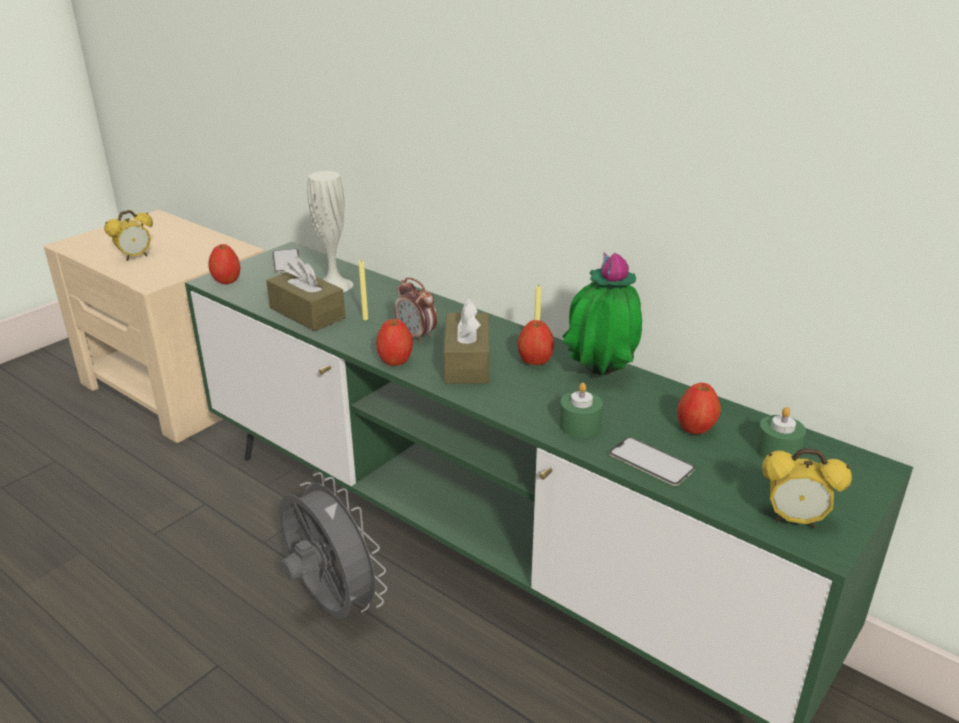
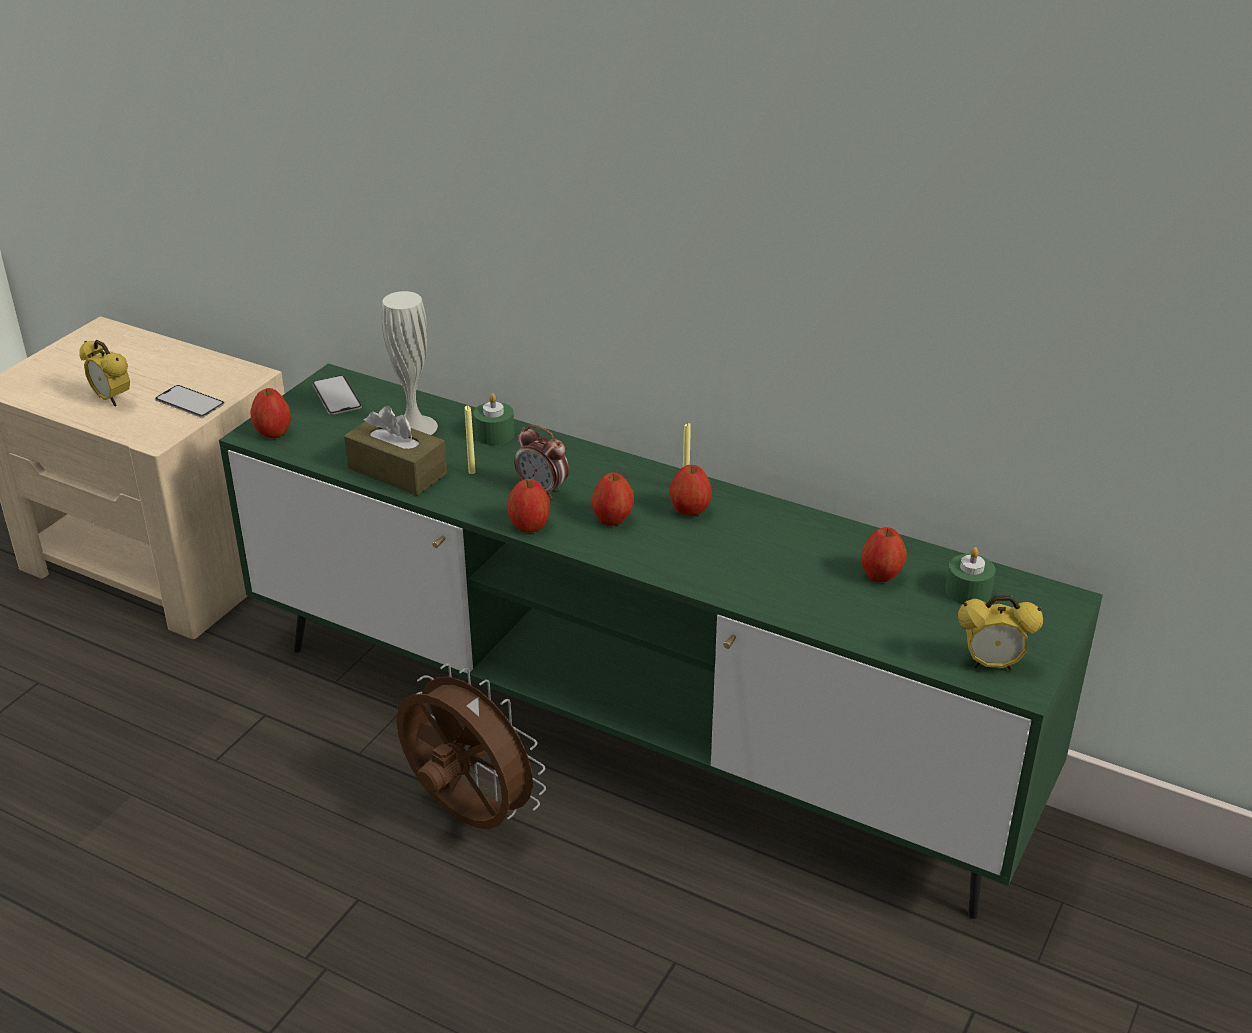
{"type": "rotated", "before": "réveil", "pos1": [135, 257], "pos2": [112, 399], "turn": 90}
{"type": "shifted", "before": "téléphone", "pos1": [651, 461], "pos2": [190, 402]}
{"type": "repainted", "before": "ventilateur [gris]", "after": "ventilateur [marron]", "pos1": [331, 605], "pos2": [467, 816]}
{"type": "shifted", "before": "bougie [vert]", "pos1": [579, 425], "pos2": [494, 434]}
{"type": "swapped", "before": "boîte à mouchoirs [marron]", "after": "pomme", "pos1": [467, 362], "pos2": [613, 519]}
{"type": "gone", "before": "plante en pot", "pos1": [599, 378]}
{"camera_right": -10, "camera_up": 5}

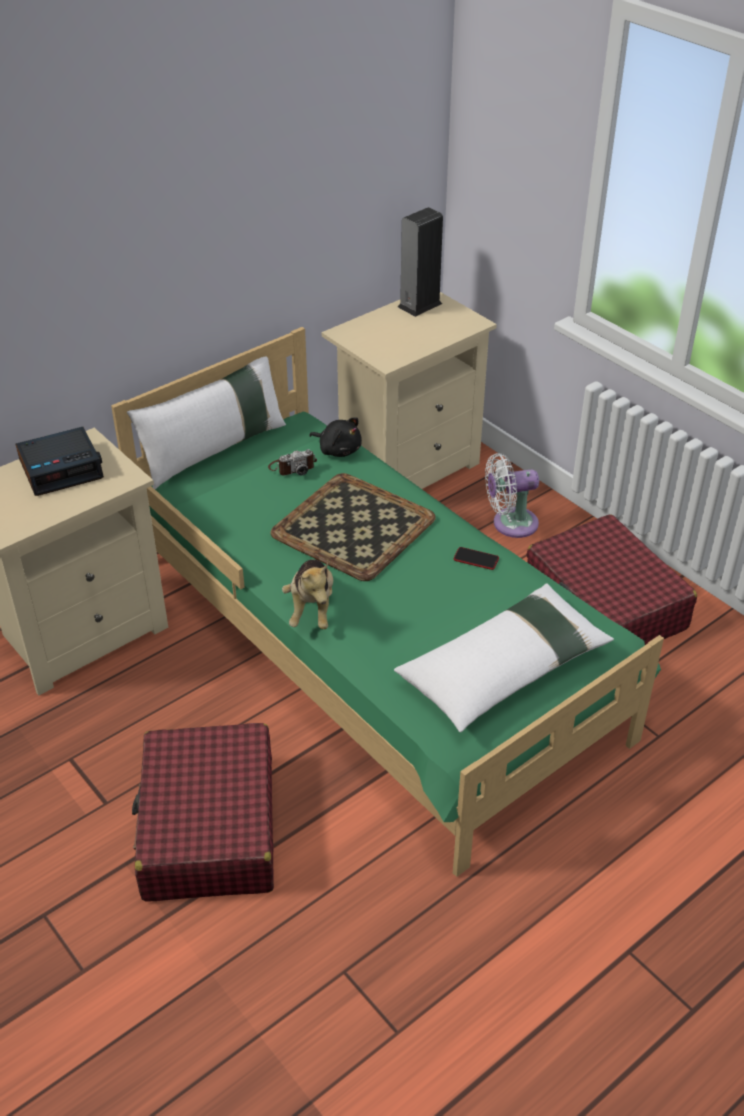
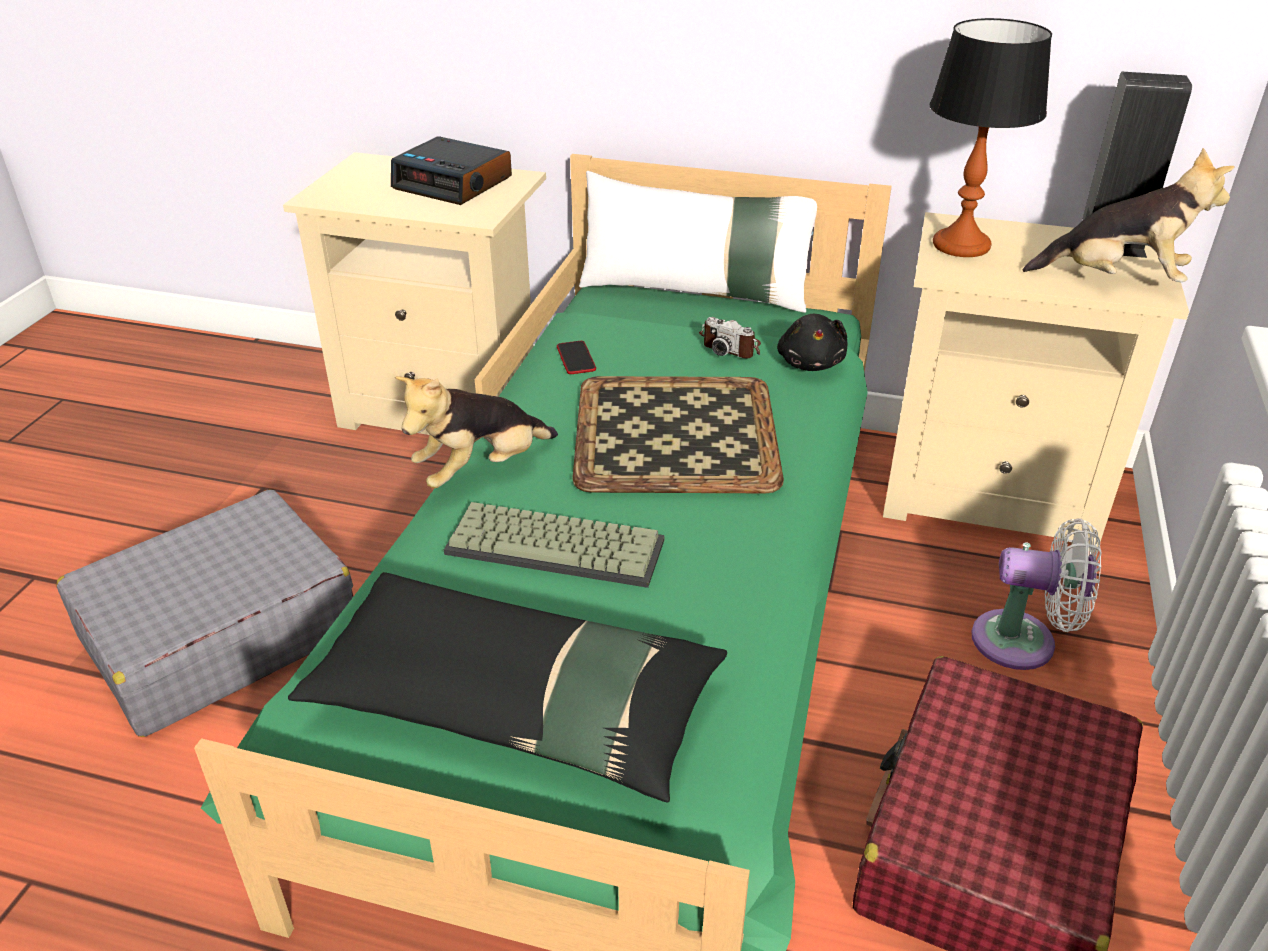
{"type": "repainted", "before": "valise [rouge]", "after": "valise [gris]", "pos1": [209, 828], "pos2": [219, 634]}
{"type": "repainted", "before": "coussin [blanc]", "after": "coussin [noir]", "pos1": [504, 669], "pos2": [514, 705]}
{"type": "new", "after": "clavier", "pos2": [558, 545]}
{"type": "shifted", "before": "téléphone", "pos1": [476, 559], "pos2": [576, 358]}
{"type": "new", "after": "lampe de table", "pos2": [962, 245]}
{"type": "rotated", "before": "ventilateur [blanc]", "pos1": [510, 524], "pos2": [1023, 642], "turn": 150}
{"type": "new", "after": "peluche", "pos2": [1116, 280]}
{"camera_right": 55, "camera_up": -5}

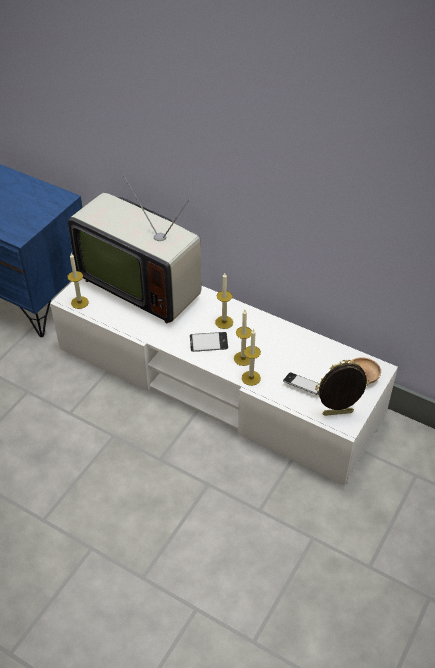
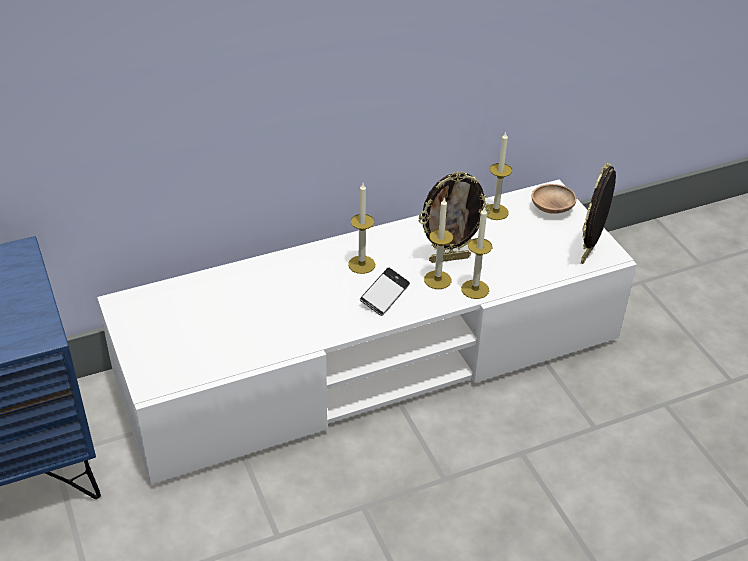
{"type": "new", "after": "cadre photo", "pos2": [449, 258]}
{"type": "shifted", "before": "bougie", "pos1": [79, 302], "pos2": [495, 212]}
{"type": "gone", "before": "téléviseur", "pos1": [141, 284]}
{"type": "gone", "before": "téléphone", "pos1": [303, 386]}
{"camera_right": -55, "camera_up": -5}

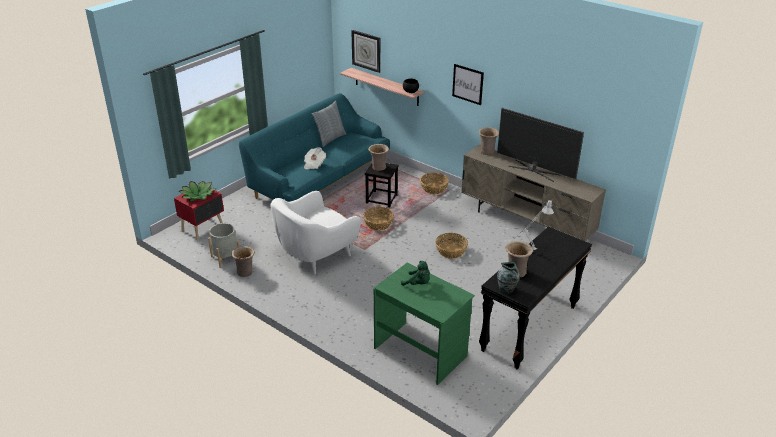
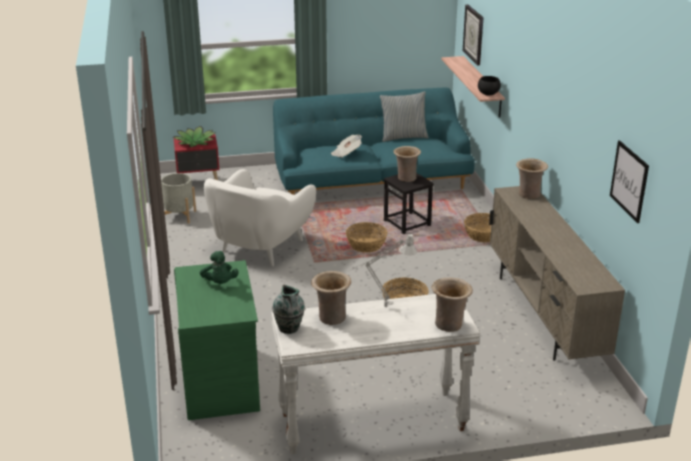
{"type": "rotated", "before": "fauteuil [blanc]", "pos1": [316, 255], "pos2": [261, 247], "turn": -60}
{"type": "repainted", "before": "table console [noir]", "after": "table console [blanc]", "pos1": [530, 329], "pos2": [371, 423]}
{"type": "shifted", "before": "vase [beige]", "pos1": [245, 272], "pos2": [449, 324]}
{"type": "shifted", "before": "tableau", "pos1": [467, 84], "pos2": [629, 181]}
{"type": "gone", "before": "téléviseur", "pos1": [534, 170]}
{"camera_right": 40, "camera_up": -5}

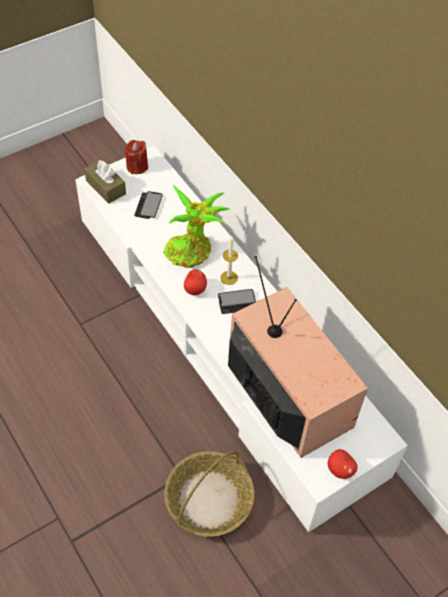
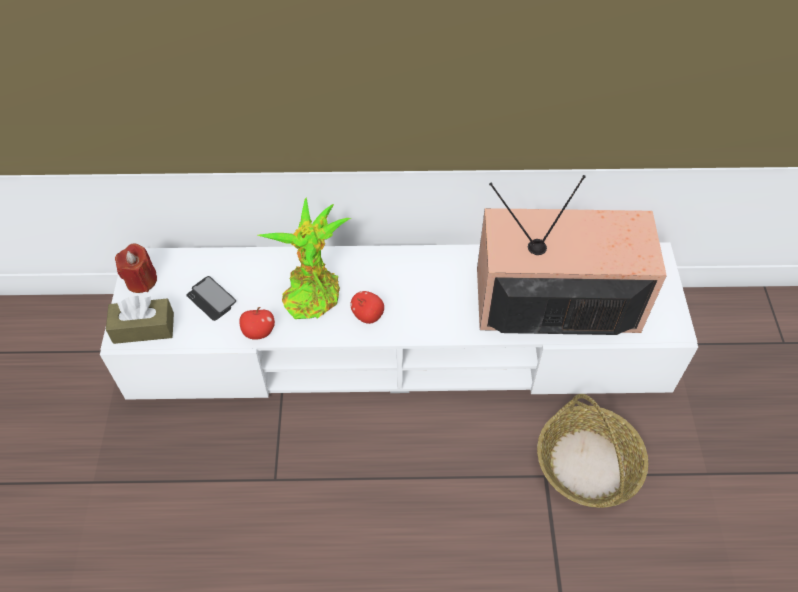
{"type": "shifted", "before": "pomme", "pos1": [340, 470], "pos2": [259, 332]}
{"type": "gone", "before": "téléphone", "pos1": [237, 302]}
{"type": "gone", "before": "bougie", "pos1": [229, 278]}
{"camera_right": -55, "camera_up": 0}

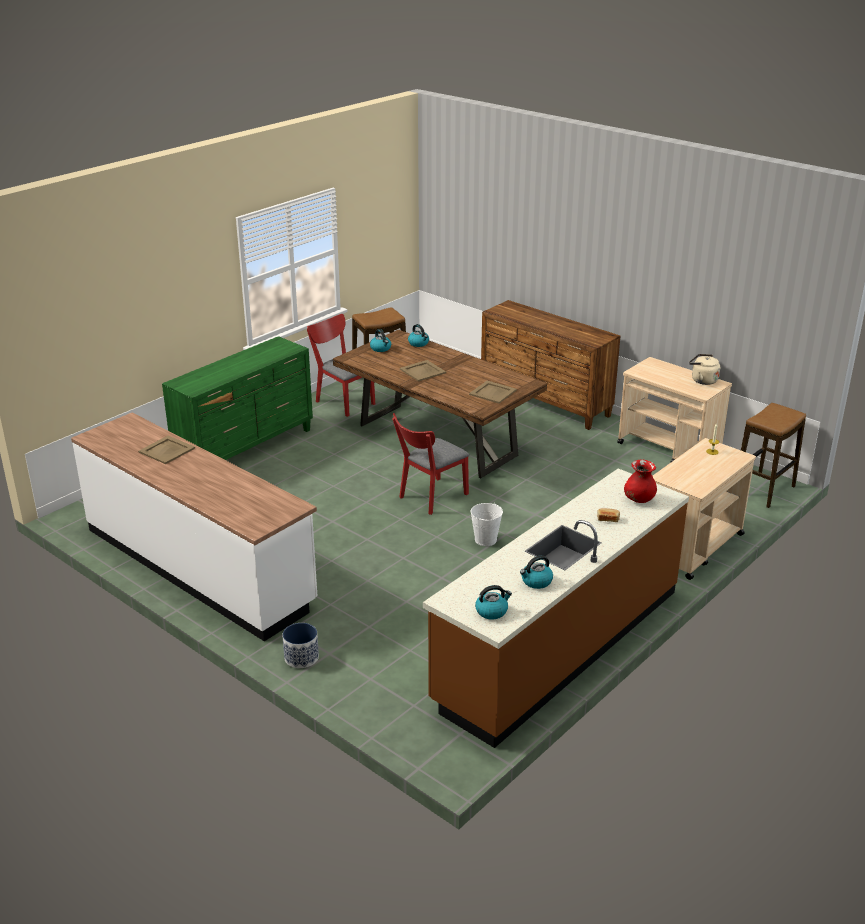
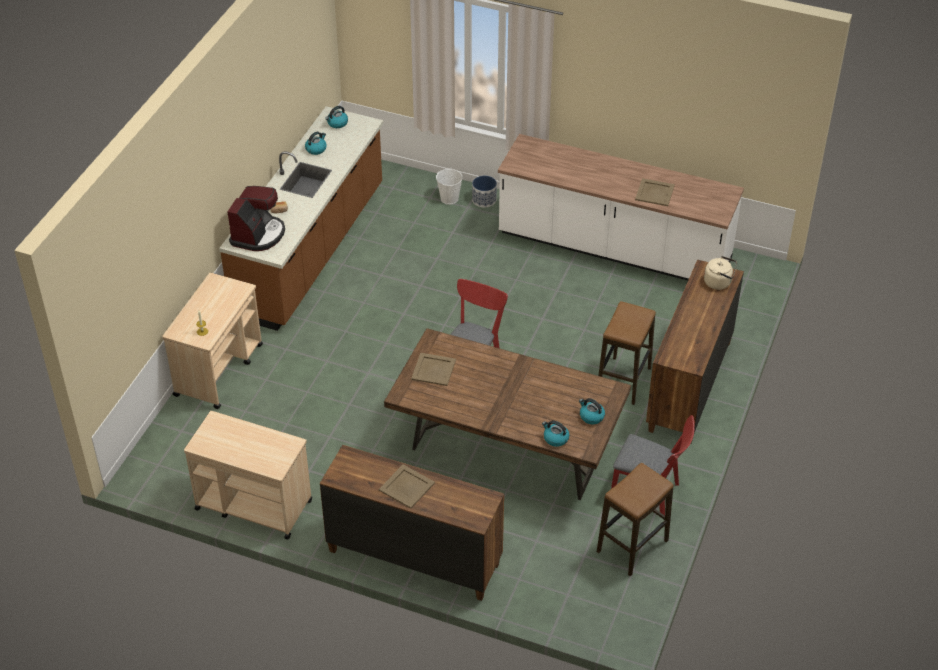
{"type": "swapped", "before": "vase [rouge]", "after": "machine à café", "pos1": [639, 499], "pos2": [258, 235]}
{"type": "shifted", "before": "plateau [beige]", "pos1": [422, 371], "pos2": [407, 487]}
{"type": "shifted", "before": "seau [blanc]", "pos1": [485, 540], "pos2": [449, 198]}
{"type": "shifted", "before": "tabouret", "pos1": [763, 490], "pos2": [623, 381]}
{"type": "repainted", "before": "commode [vert]", "after": "commode [marron]", "pos1": [246, 449], "pos2": [689, 386]}
{"type": "shifted", "before": "bouilloire [beige]", "pos1": [702, 380], "pos2": [719, 282]}
{"camera_right": 160, "camera_up": 15}

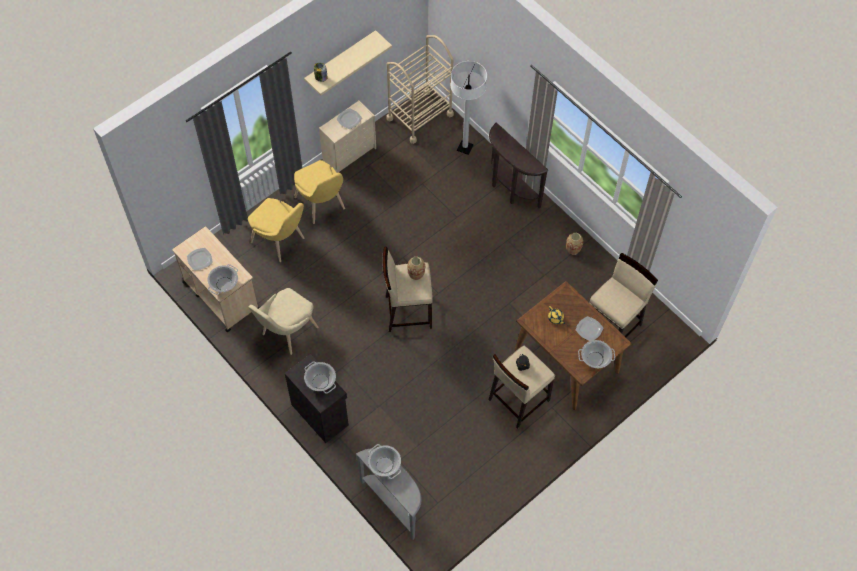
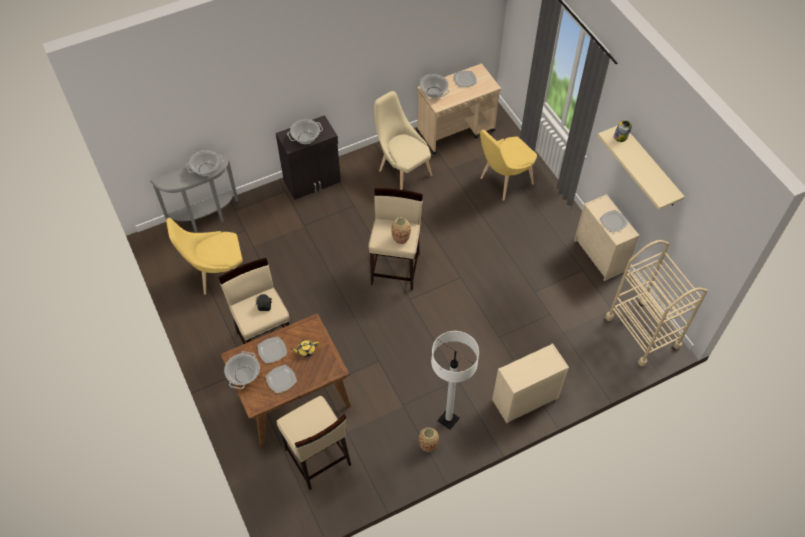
{"type": "shifted", "before": "chaise [jaune]", "pos1": [322, 205], "pos2": [217, 275]}
{"type": "new", "after": "assiette", "pos2": [272, 350]}
{"type": "shifted", "before": "lampadaire [blanc]", "pos1": [465, 148], "pos2": [448, 420]}
{"type": "swapped", "before": "table console [marron]", "after": "commode [beige]", "pos1": [510, 189], "pos2": [524, 399]}
{"camera_right": 105, "camera_up": -5}

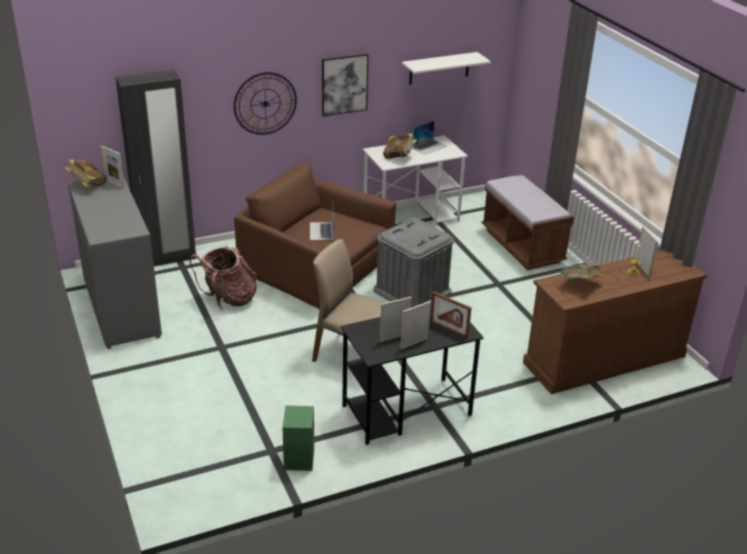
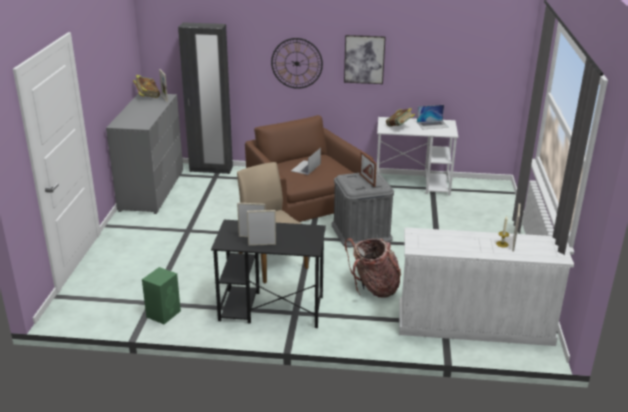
{"type": "shifted", "before": "sac à dos", "pos1": [228, 299], "pos2": [374, 288]}
{"type": "shifted", "before": "cadre photo", "pos1": [449, 329], "pos2": [367, 180]}
{"type": "repainted", "before": "commode [marron]", "after": "commode [blanc]", "pos1": [603, 360], "pos2": [473, 325]}
{"type": "gone", "before": "étagère [blanc]", "pos1": [439, 68]}
{"type": "gone", "before": "banc [marron]", "pos1": [522, 246]}
{"type": "gone", "before": "livre", "pos1": [580, 285]}
{"camera_right": 30, "camera_up": -5}

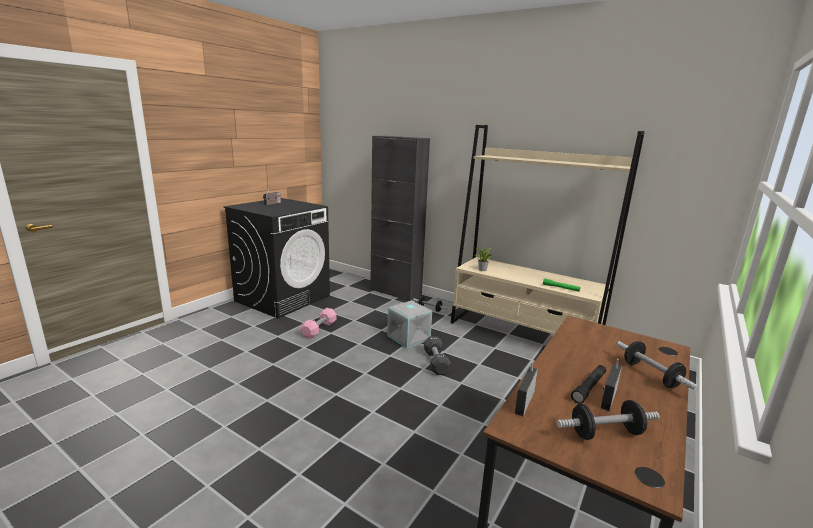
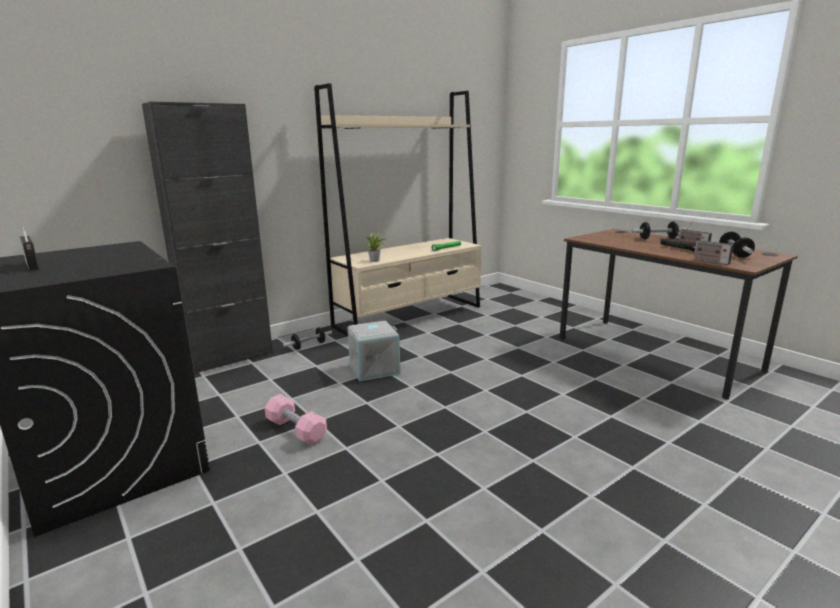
{"type": "gone", "before": "haltère [noir]", "pos1": [436, 362]}
{"camera_right": -70, "camera_up": 0}

